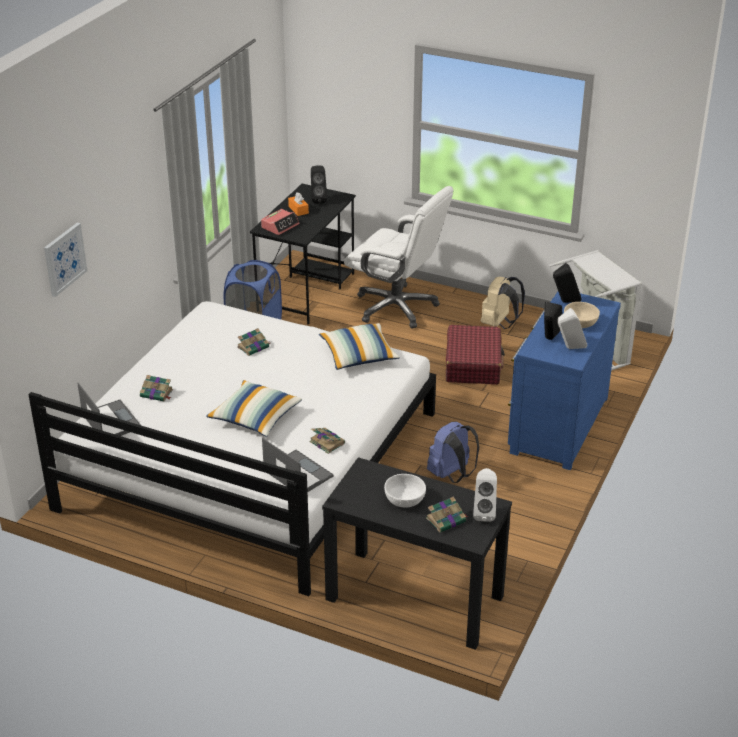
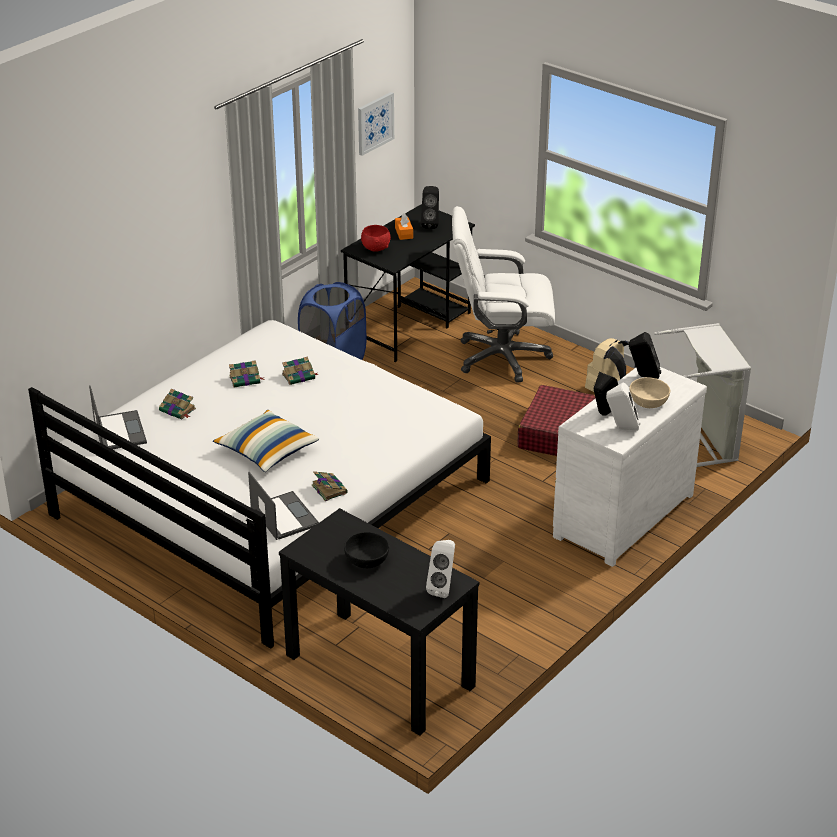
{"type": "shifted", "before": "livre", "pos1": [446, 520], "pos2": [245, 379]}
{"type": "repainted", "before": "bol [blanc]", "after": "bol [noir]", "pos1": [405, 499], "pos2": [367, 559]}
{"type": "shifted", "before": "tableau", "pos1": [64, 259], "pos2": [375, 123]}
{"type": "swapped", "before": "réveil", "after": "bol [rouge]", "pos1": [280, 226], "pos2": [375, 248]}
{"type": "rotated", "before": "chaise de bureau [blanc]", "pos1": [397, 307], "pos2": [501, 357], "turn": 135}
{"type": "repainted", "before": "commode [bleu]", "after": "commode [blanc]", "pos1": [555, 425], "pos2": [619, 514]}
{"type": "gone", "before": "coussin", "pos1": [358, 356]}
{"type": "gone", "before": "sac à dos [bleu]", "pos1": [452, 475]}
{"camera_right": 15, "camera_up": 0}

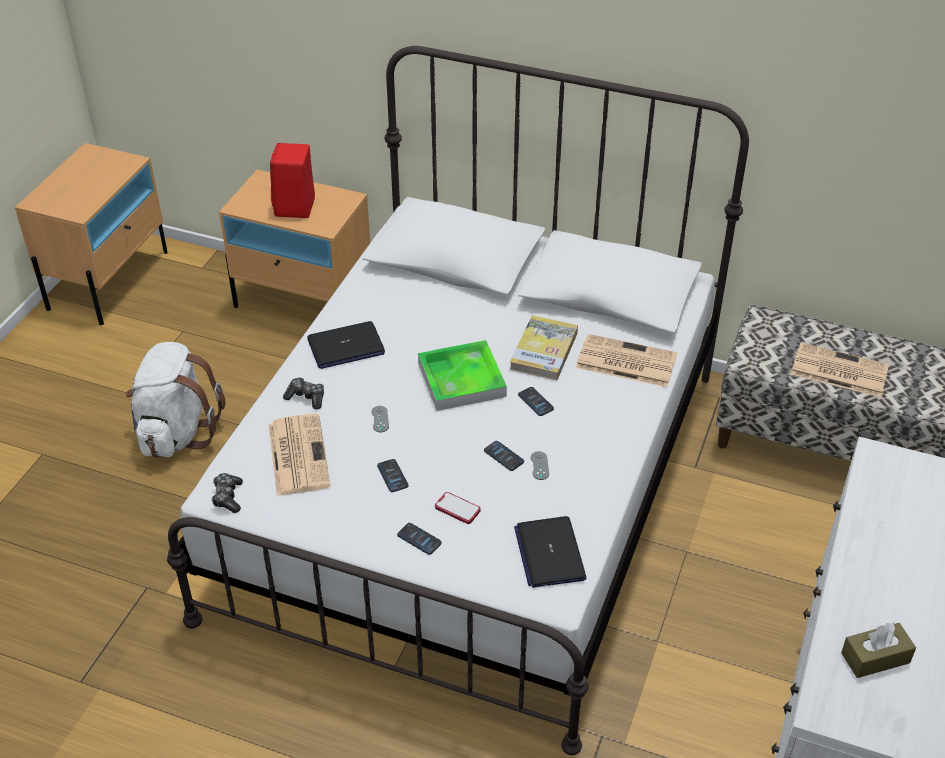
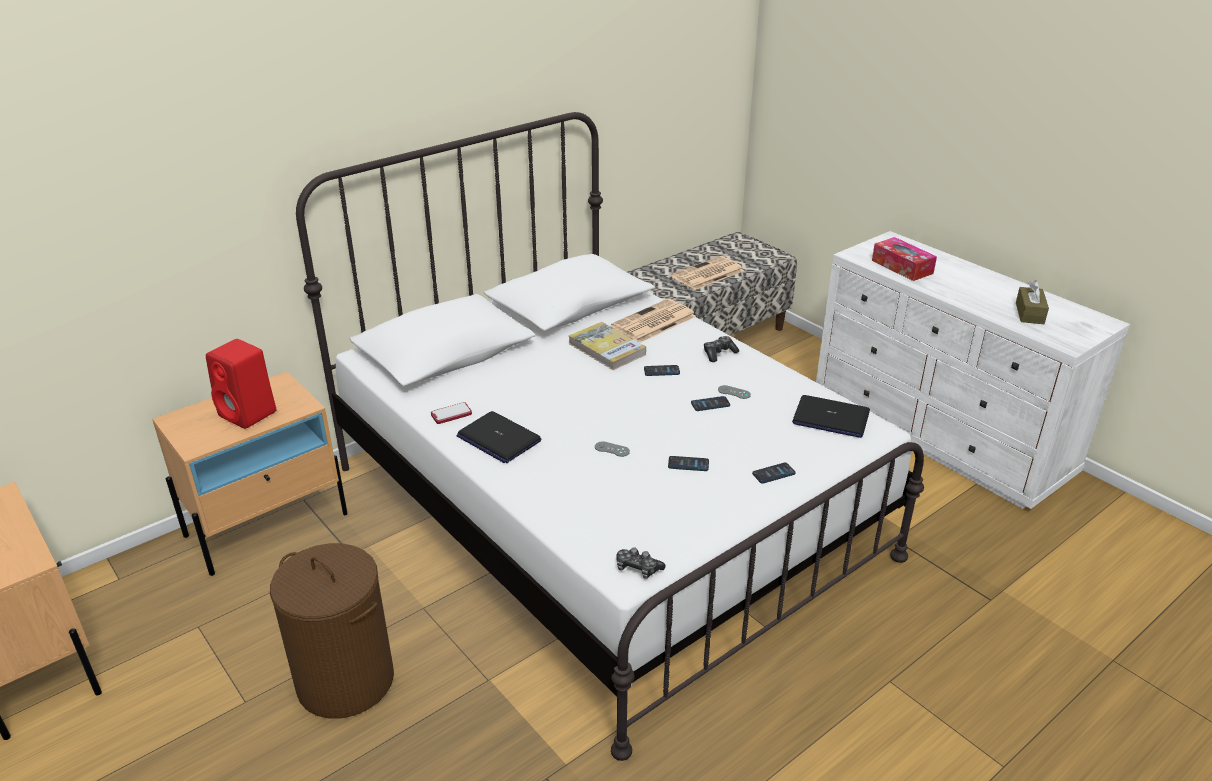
{"type": "swapped", "before": "sac à dos [blanc]", "after": "panier à linge [marron]", "pos1": [176, 432], "pos2": [346, 681]}
{"type": "shifted", "before": "téléphone", "pos1": [457, 509], "pos2": [451, 414]}
{"type": "rotated", "before": "ordinateur portable", "pos1": [345, 347], "pos2": [498, 439], "turn": 120}
{"type": "shifted", "before": "manette", "pos1": [306, 397], "pos2": [719, 353]}
{"type": "new", "after": "boîte à mouchoirs", "pos2": [902, 267]}
{"type": "gone", "before": "journal", "pos1": [297, 454]}
{"type": "gone", "before": "plateau", "pos1": [461, 380]}
{"camera_right": -60, "camera_up": -10}

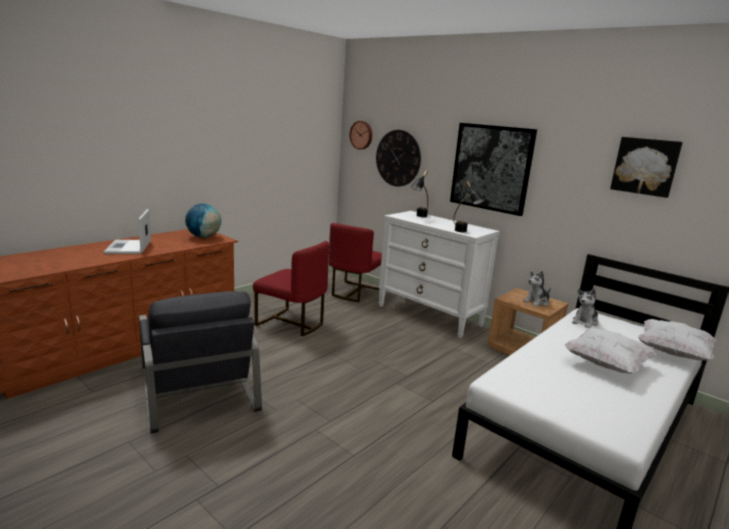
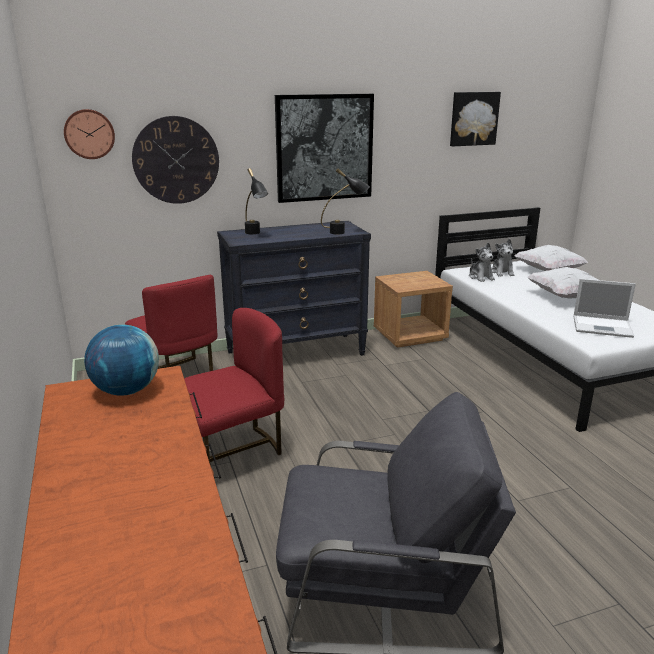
{"type": "repainted", "before": "commode [blanc]", "after": "commode [noir]", "pos1": [429, 315], "pos2": [296, 353]}
{"type": "shifted", "before": "peluche", "pos1": [536, 302], "pos2": [502, 272]}
{"type": "shifted", "before": "ordinateur portable", "pos1": [128, 247], "pos2": [603, 327]}
{"camera_right": -60, "camera_up": 5}

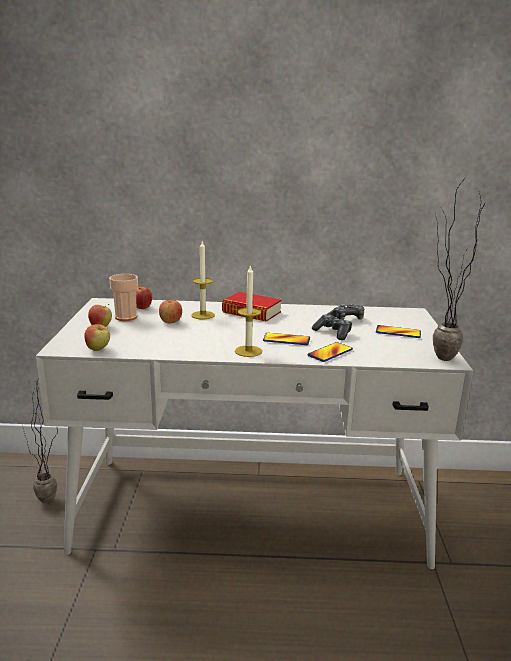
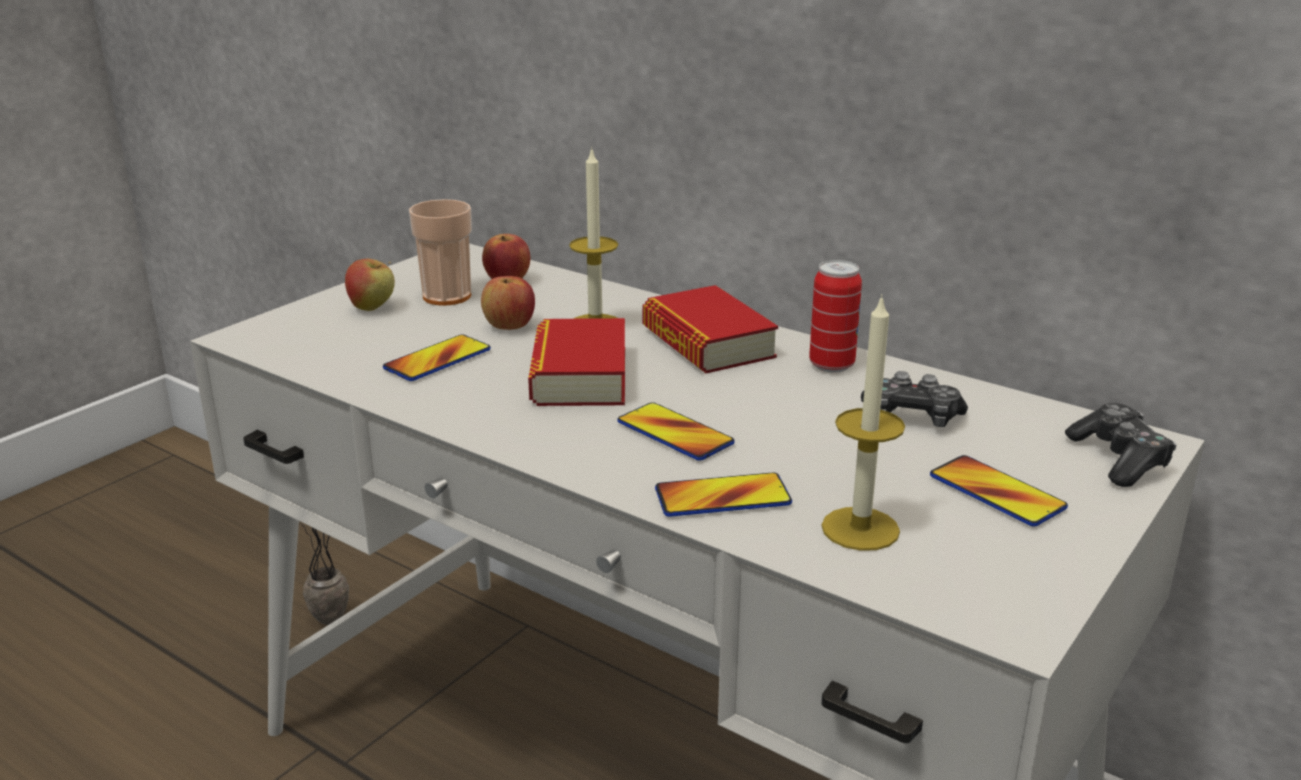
{"type": "new", "after": "téléphone", "pos2": [438, 360]}
{"type": "new", "after": "livre", "pos2": [579, 376]}
{"type": "new", "after": "boîte métallique", "pos2": [831, 365]}
{"type": "shifted", "before": "bougie", "pos1": [248, 351], "pos2": [860, 529]}
{"type": "shifted", "before": "manette", "pos1": [333, 333], "pos2": [1119, 459]}
{"type": "gone", "before": "pomme", "pos1": [98, 349]}
{"type": "gone", "before": "plante en pot", "pos1": [435, 358]}
{"camera_right": 35, "camera_up": 5}

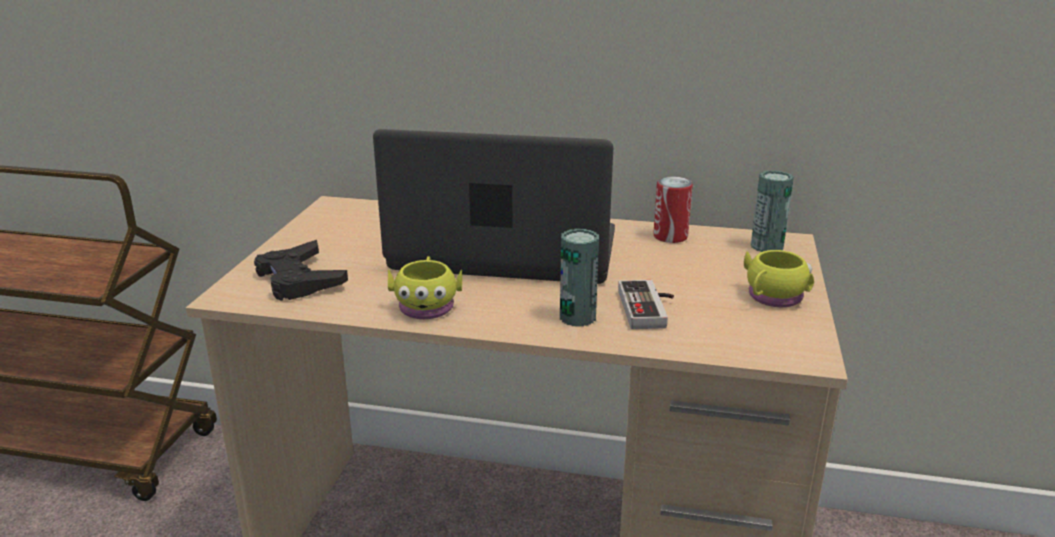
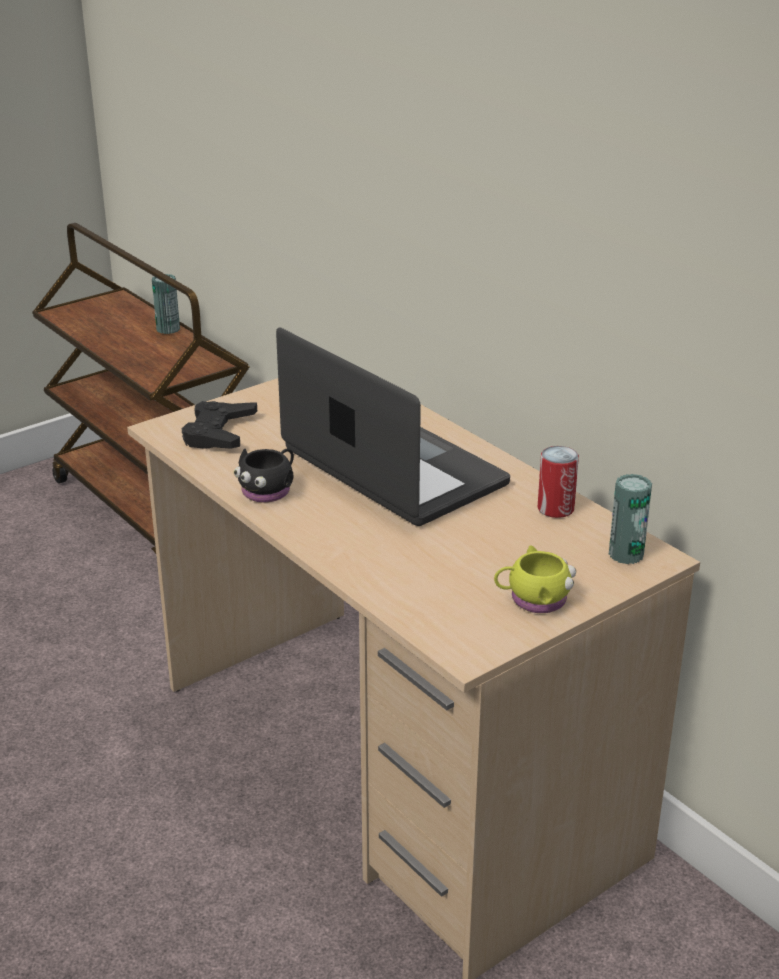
{"type": "shifted", "before": "boîte métallique", "pos1": [577, 317], "pos2": [168, 329]}
{"type": "repainted", "before": "mug [jaune]", "after": "mug [noir]", "pos1": [427, 305], "pos2": [269, 489]}
{"type": "gone", "before": "manette", "pos1": [650, 309]}
{"camera_right": 40, "camera_up": 5}

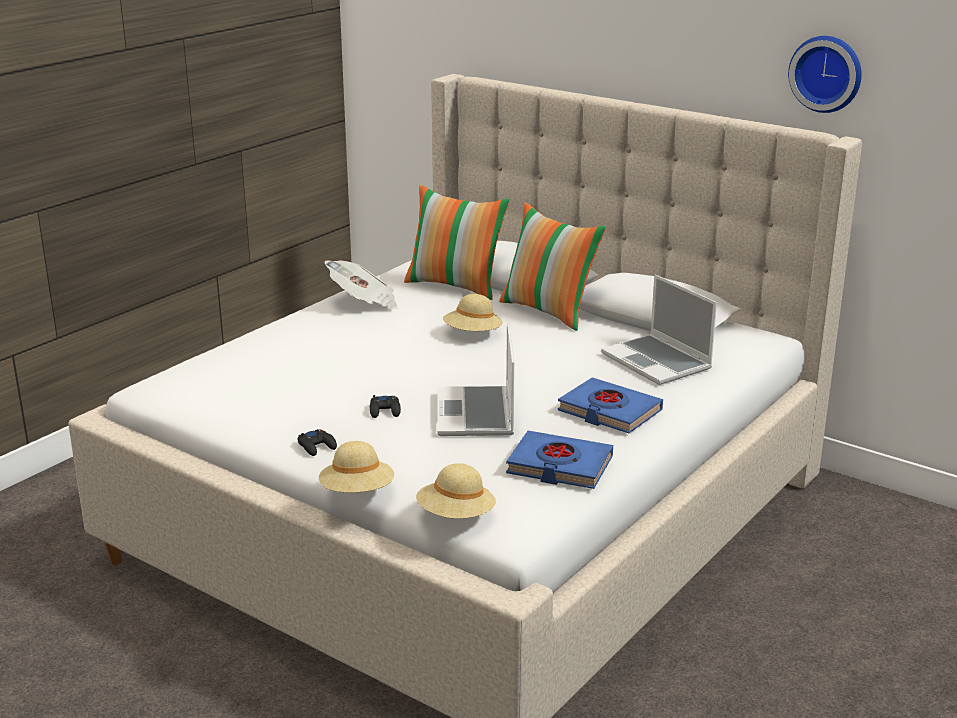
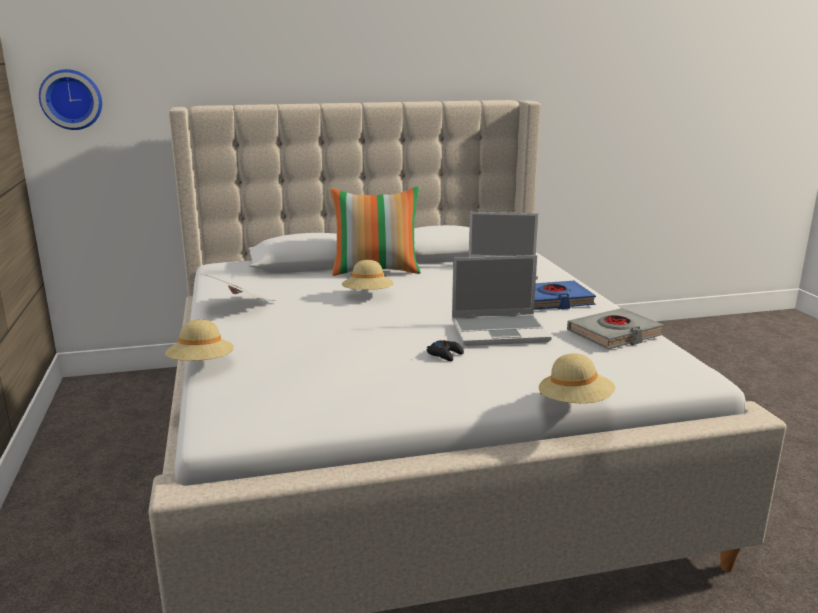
{"type": "shifted", "before": "horloge murale", "pos1": [827, 73], "pos2": [71, 99]}
{"type": "shifted", "before": "chapeau [beige]", "pos1": [456, 516], "pos2": [201, 365]}
{"type": "rotated", "before": "ordinateur portable", "pos1": [476, 415], "pos2": [500, 331], "turn": -45}
{"type": "repainted", "before": "livre [bleu]", "after": "livre [gris]", "pos1": [559, 466], "pos2": [614, 334]}
{"type": "gone", "before": "manette [noir]", "pos1": [317, 446]}
{"type": "gone", "before": "coussin", "pos1": [455, 286]}
{"camera_right": -50, "camera_up": -5}

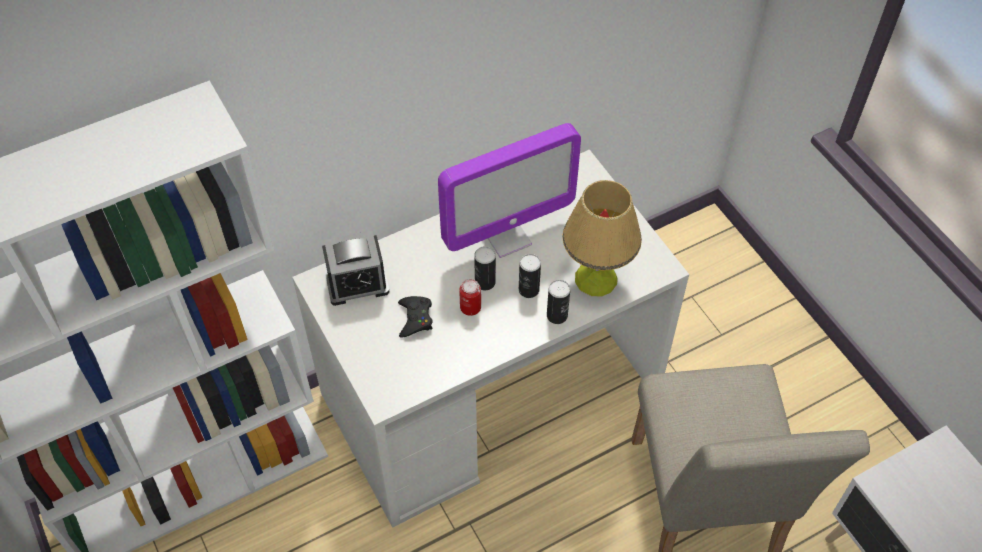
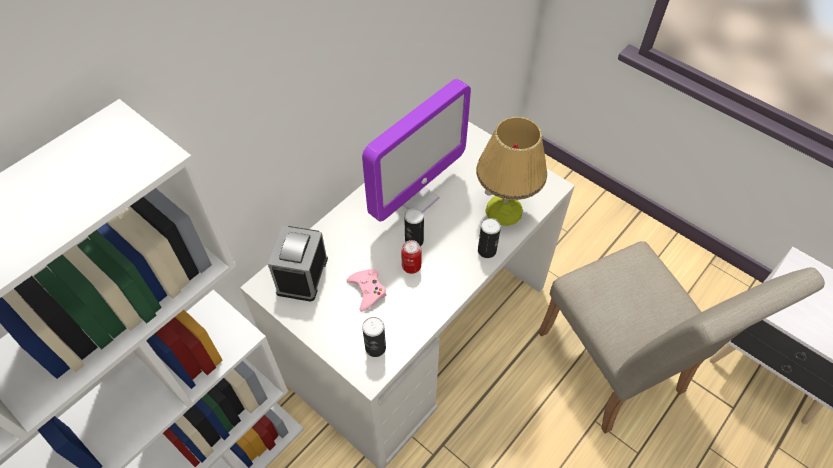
{"type": "rotated", "before": "réveil", "pos1": [357, 283], "pos2": [302, 275], "turn": 135}
{"type": "repainted", "before": "manette [noir]", "after": "manette [rose]", "pos1": [415, 319], "pos2": [367, 291]}
{"type": "shifted", "before": "boîte métallique", "pos1": [528, 290], "pos2": [375, 347]}
{"camera_right": -20, "camera_up": 0}

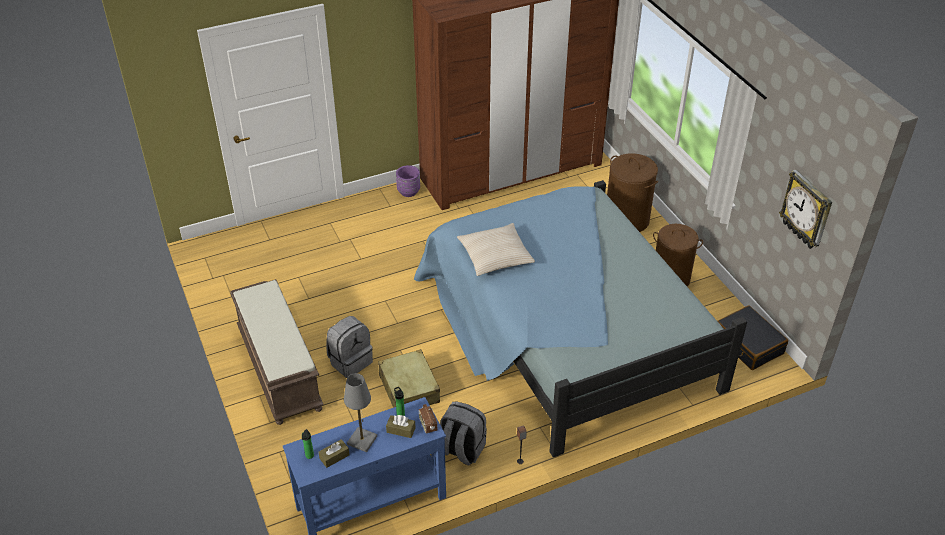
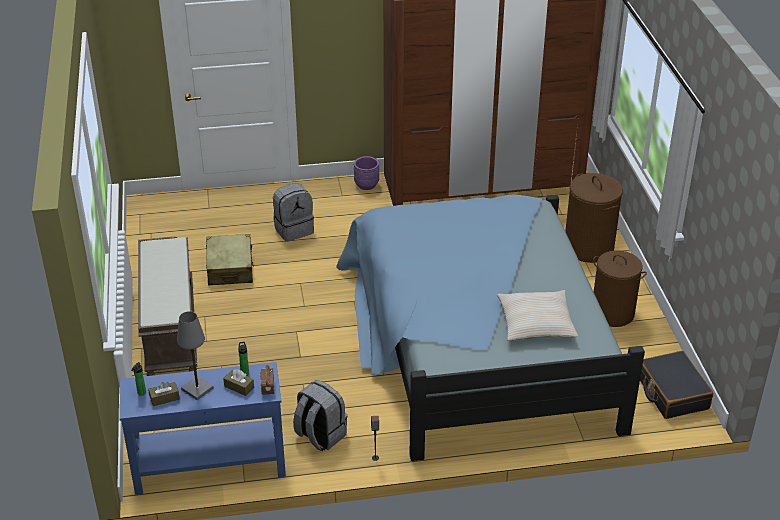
{"type": "shifted", "before": "valise [beige]", "pos1": [409, 389], "pos2": [230, 268]}
{"type": "shifted", "before": "sac à dos [gris]", "pos1": [350, 361], "pos2": [293, 229]}
{"type": "shifted", "before": "coussin [beige]", "pos1": [495, 256], "pos2": [536, 323]}
{"type": "gone", "before": "horloge murale", "pos1": [806, 210]}
{"camera_right": 15, "camera_up": -5}

